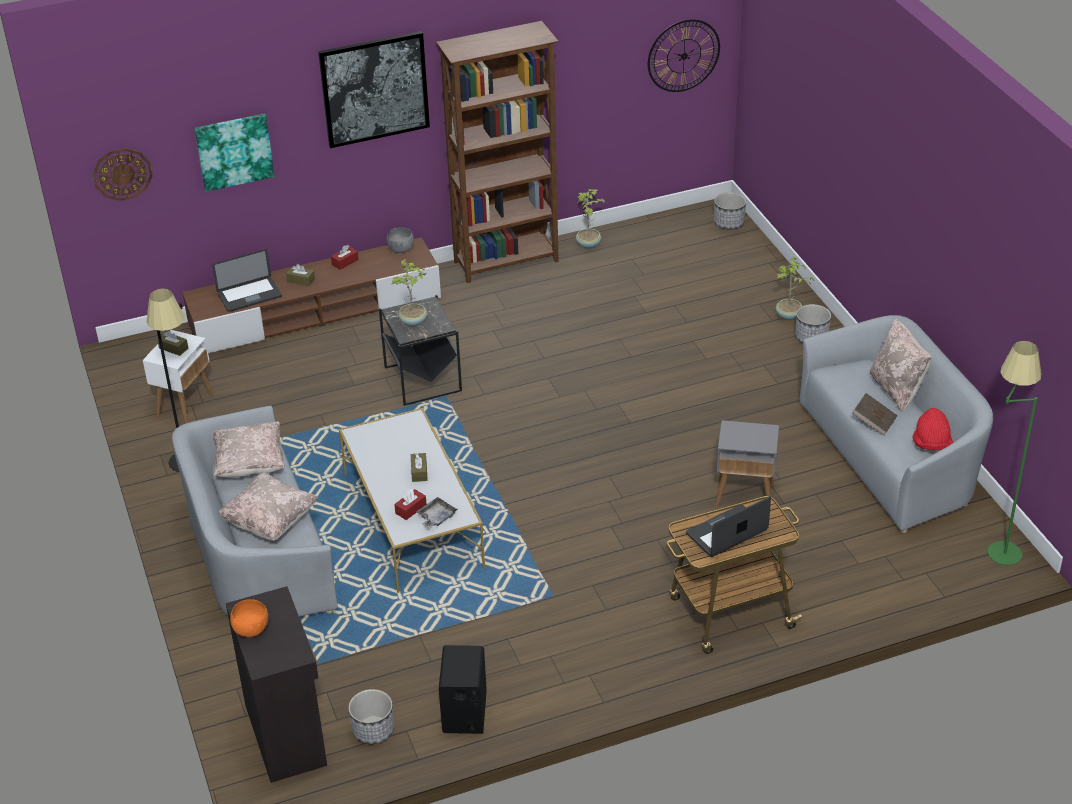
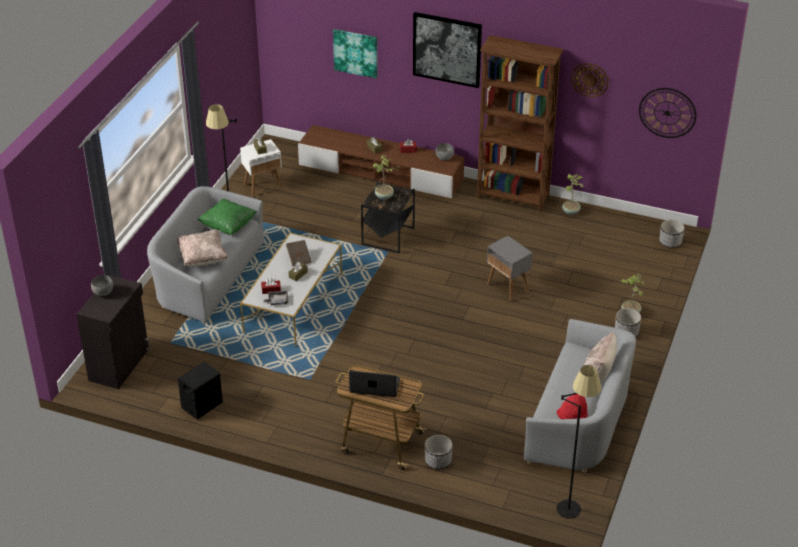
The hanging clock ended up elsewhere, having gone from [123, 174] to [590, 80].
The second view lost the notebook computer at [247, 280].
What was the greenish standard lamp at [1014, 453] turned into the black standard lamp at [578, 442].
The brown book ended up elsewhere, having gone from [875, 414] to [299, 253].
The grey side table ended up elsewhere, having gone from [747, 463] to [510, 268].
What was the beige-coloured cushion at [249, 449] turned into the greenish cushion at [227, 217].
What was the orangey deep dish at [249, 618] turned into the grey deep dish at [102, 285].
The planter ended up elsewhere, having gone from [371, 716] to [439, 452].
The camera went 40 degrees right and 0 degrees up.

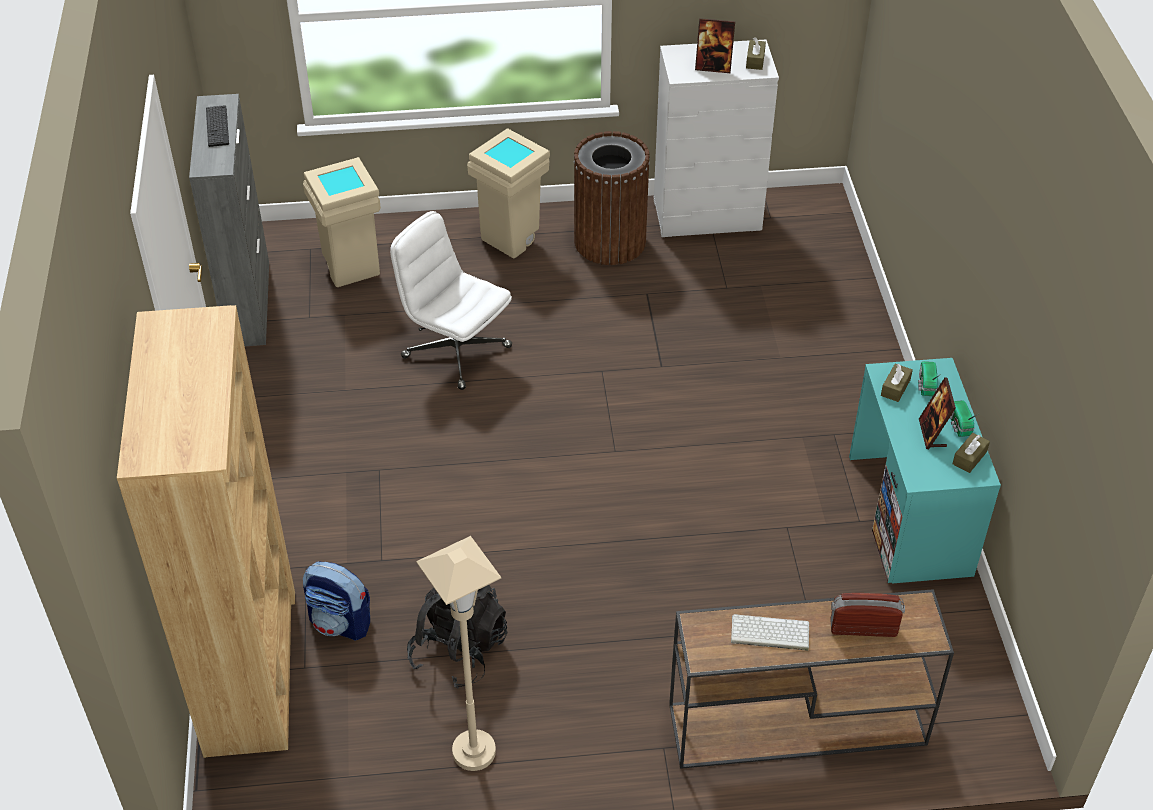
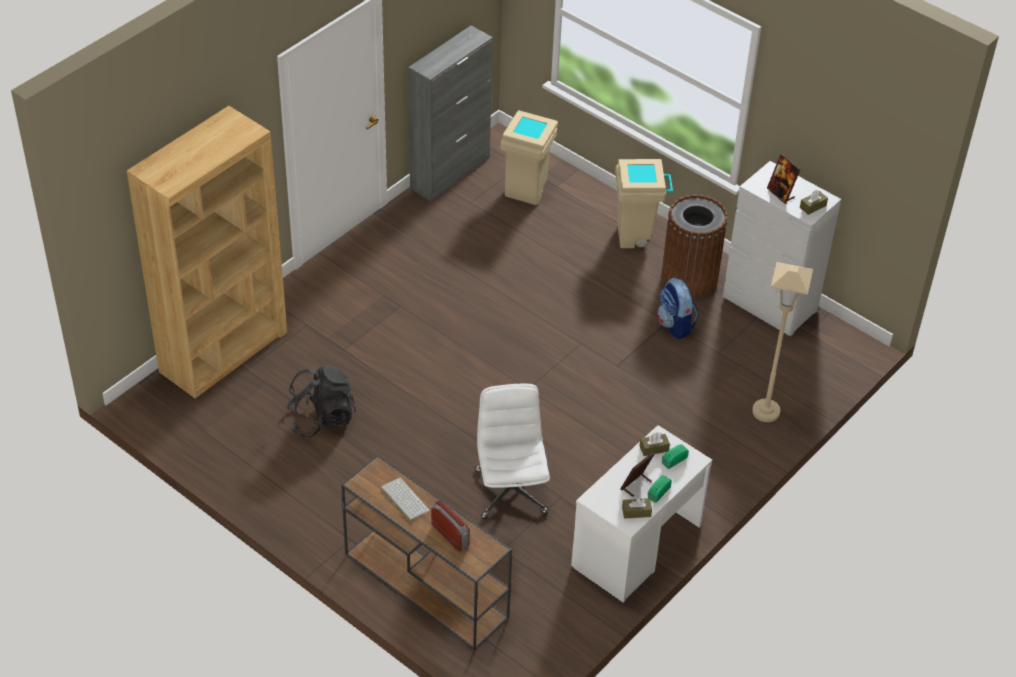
The second view lost the keyboard at [217, 126].
The whitish office chair ended up elsewhere, having gone from [451, 300] to [512, 451].
What was the turquoise-coloured desk table at [925, 471] turned into the whitish desk table at [641, 514].
The beige-coloured standard lamp ended up elsewhere, having gone from [458, 653] to [782, 342].
The knapsack ended up elsewhere, having gone from [336, 600] to [678, 308].
The camera went 45 degrees right and 0 degrees up.

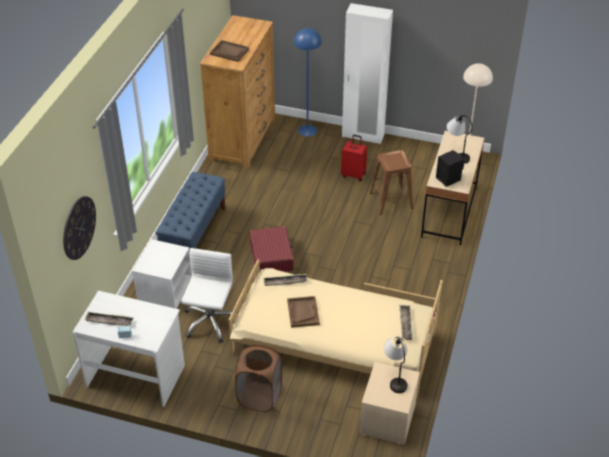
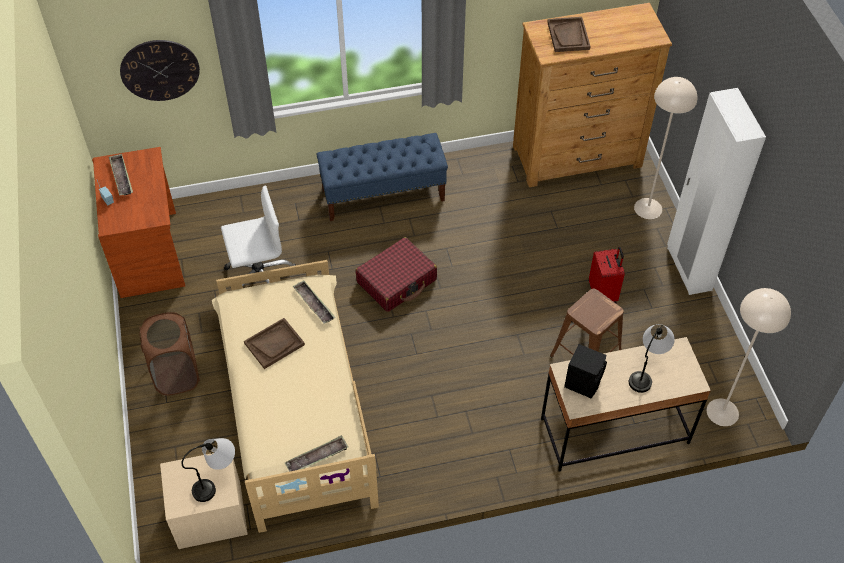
What was the blue standard lamp at [308, 82] turned into the beige-coloured standard lamp at [665, 148].
The second view lost the whitish night table at [162, 274].
What was the whitish desk table at [129, 349] turned into the brown desk table at [138, 222].
The camera went 60 degrees right and 10 degrees up.

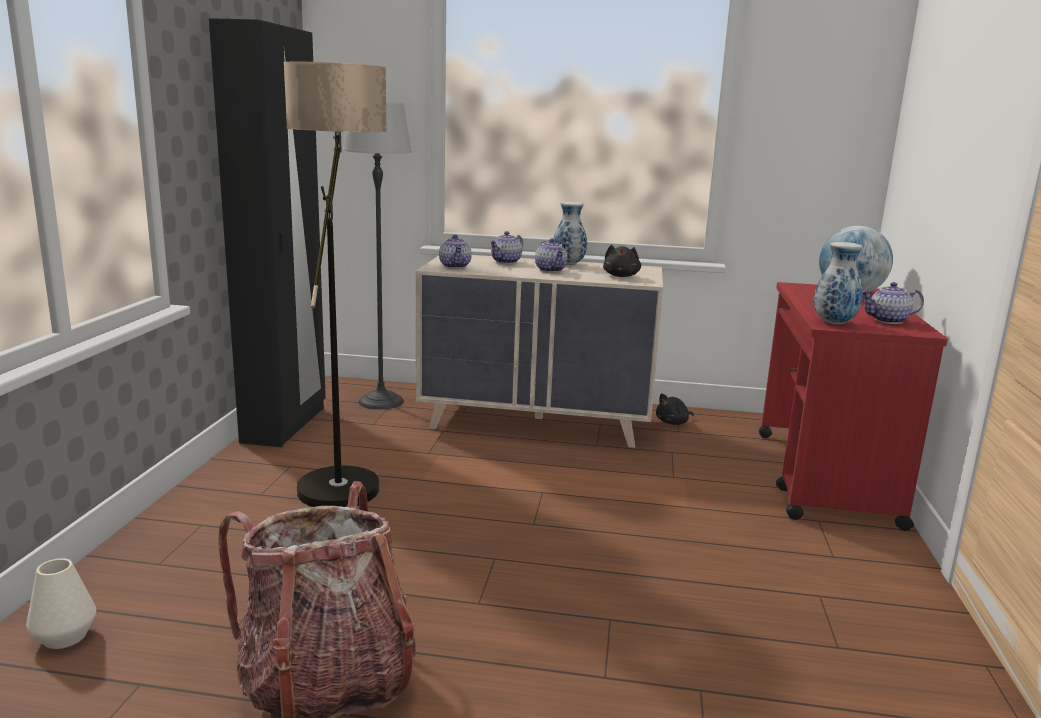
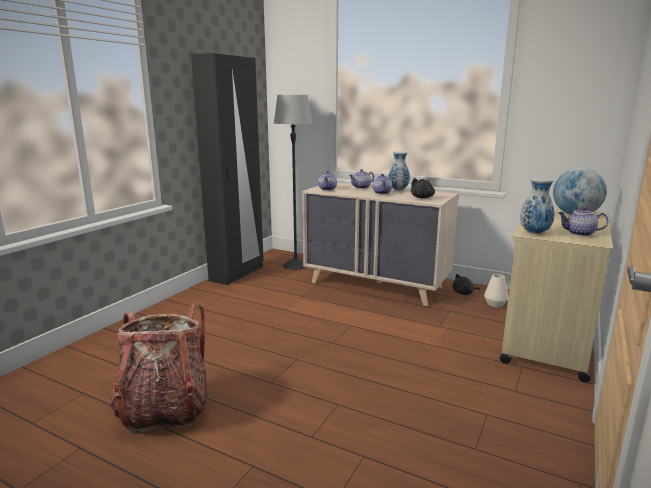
The second view lost the standard lamp at [335, 284].
What was the reddish trolley at [853, 406] turned into the beige-coloured trolley at [556, 294].
The whitish decorative vase ended up elsewhere, having gone from [61, 603] to [496, 291].
The camera went 20 degrees right and 0 degrees up.

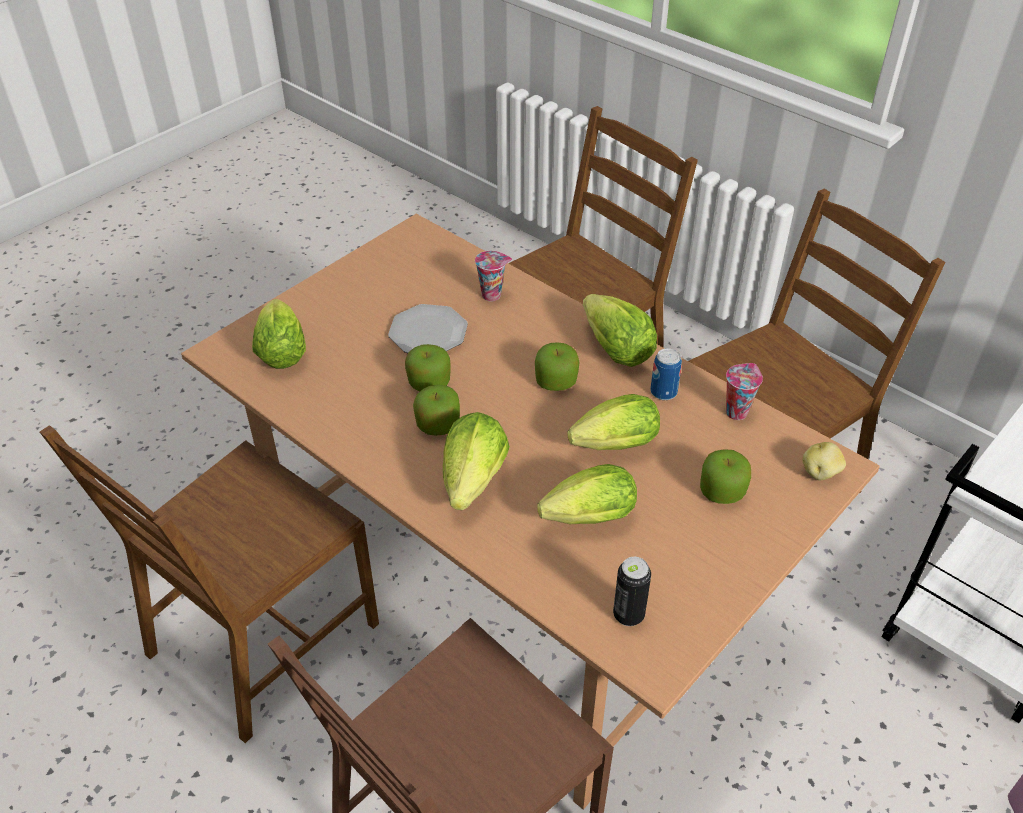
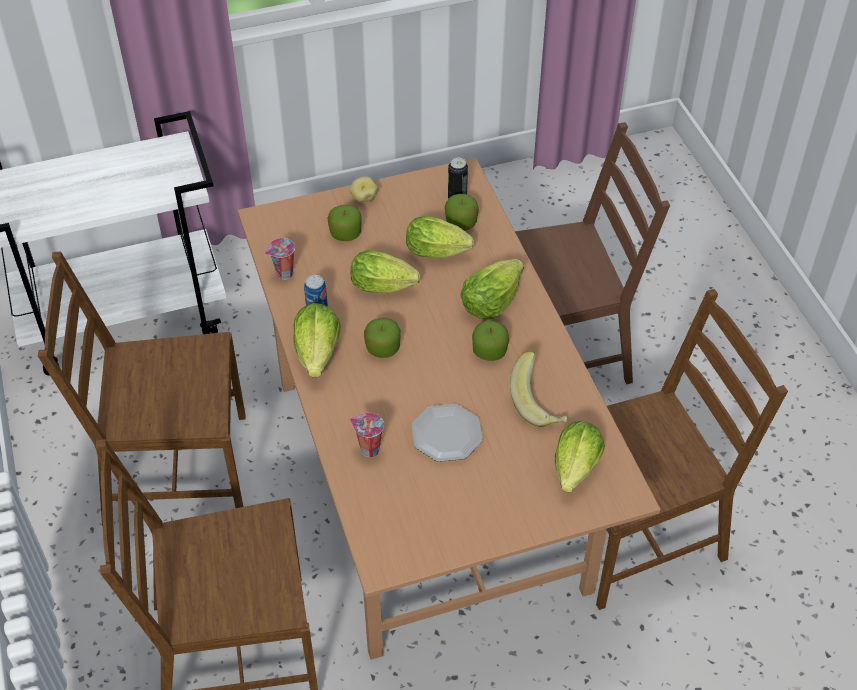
The whole apple ended up elsewhere, having gone from [428, 367] to [462, 212].
The spud ended up elsewhere, having gone from [824, 461] to [363, 189].
The second view gained the banana fruit at [538, 389].
The camera went 150 degrees left and 5 degrees up.

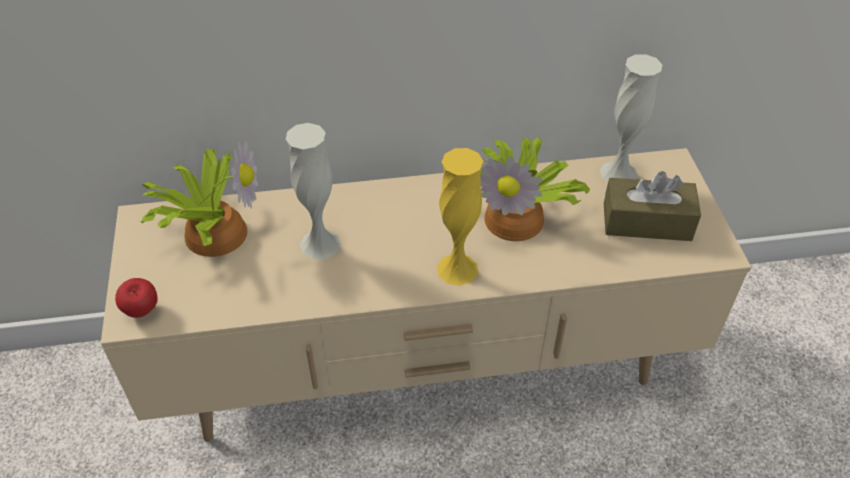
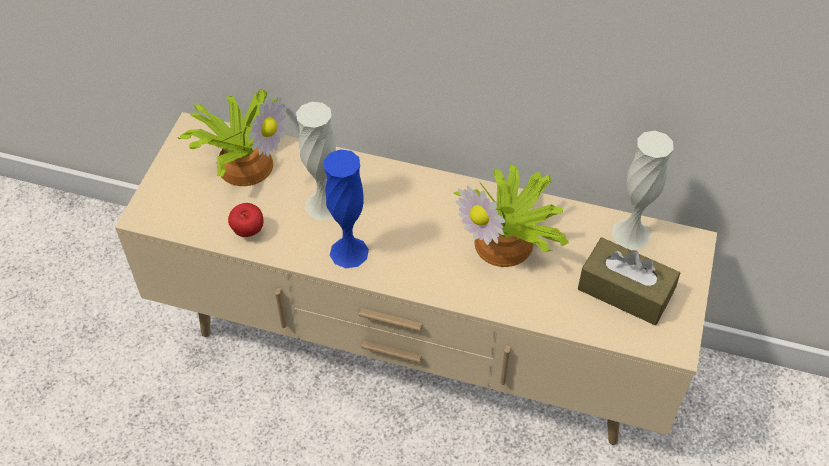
The second view lost the yellowish decorative vase at [460, 217].
The whole apple ended up elsewhere, having gone from [136, 298] to [245, 220].
The second view gained the blue decorative vase at [346, 208].
The camera went 25 degrees right and 5 degrees up.

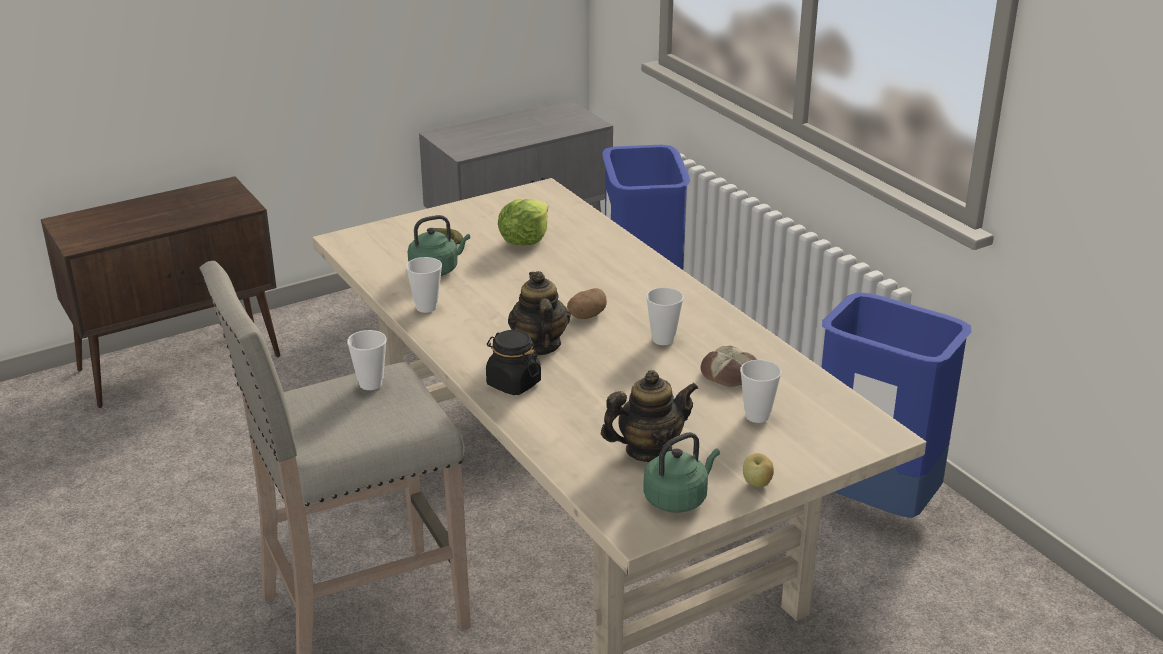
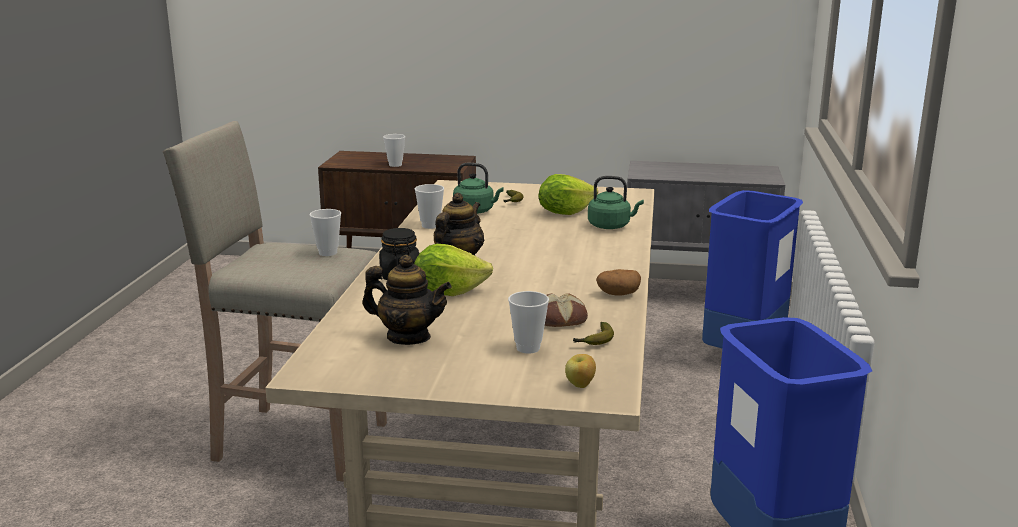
The small cup ended up elsewhere, having gone from [665, 316] to [394, 150].
The spud ended up elsewhere, having gone from [587, 303] to [618, 282].
The greenish water kettle ended up elsewhere, having gone from [681, 472] to [616, 202].
The whole apple ended up elsewhere, having gone from [758, 470] to [580, 371].
The second view gained the lettuce head at [453, 270].
The second view gained the banana fruit at [593, 333].
The camera went 40 degrees right and 10 degrees down.

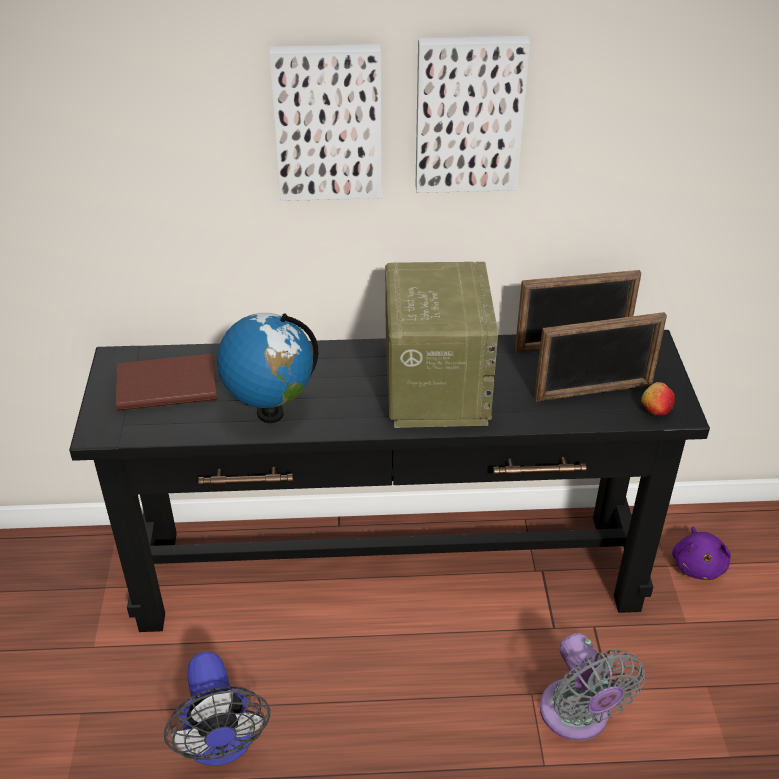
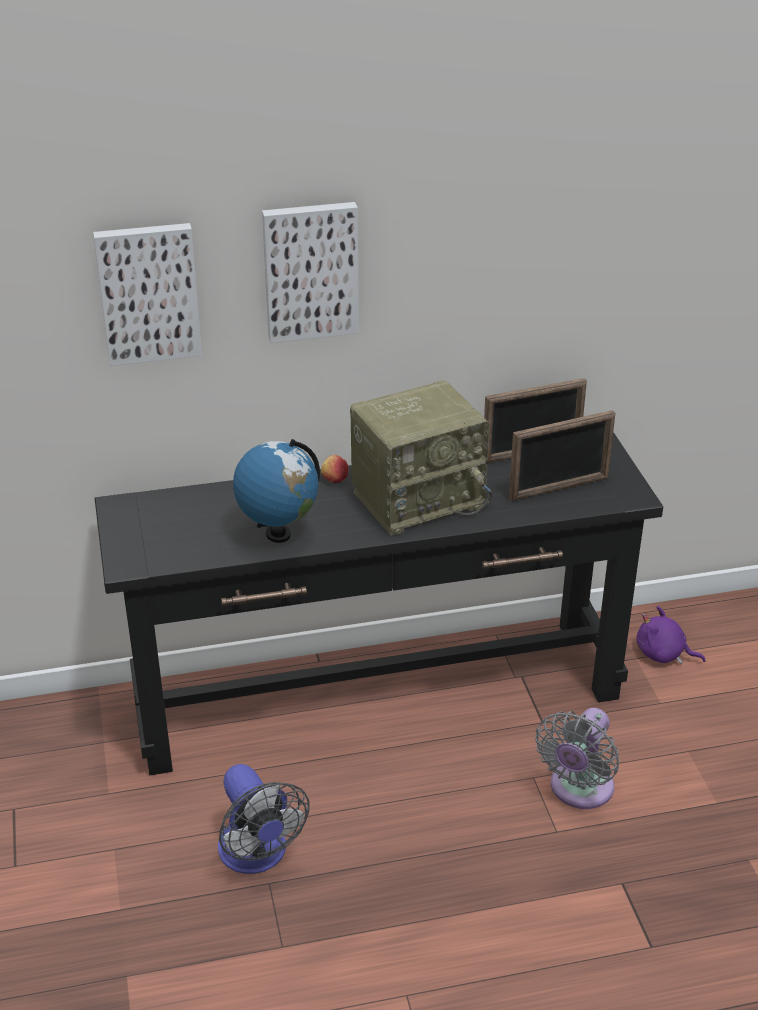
The wall picture ended up elsewhere, having gone from [472, 114] to [147, 294].
The radio at [441, 345] ended up facing another way, 75 degrees clockwise from before.
The second view lost the brown book at [166, 382].
The whole apple ended up elsewhere, having gone from [658, 399] to [334, 469].
The purple plush toy at [701, 553] ended up facing another way, 120 degrees clockwise from before.
The grey fan at [592, 687] ended up facing another way, 60 degrees clockwise from before.
The camera went 10 degrees left and 5 degrees down.

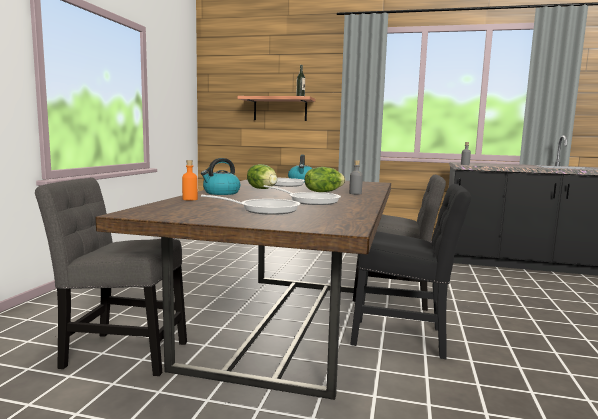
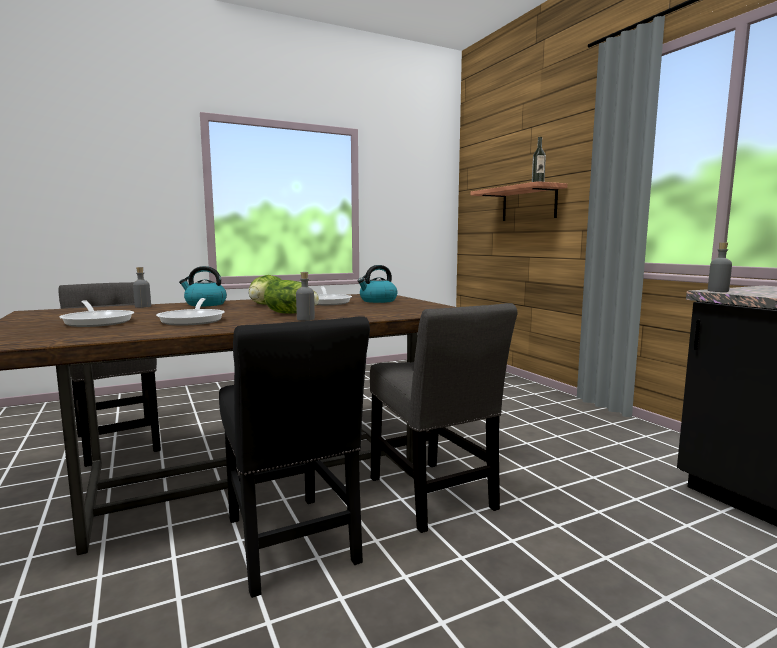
What was the orangey drink bottle at [190, 180] turned into the grey drink bottle at [142, 287].
The camera went 50 degrees right and 0 degrees up.

